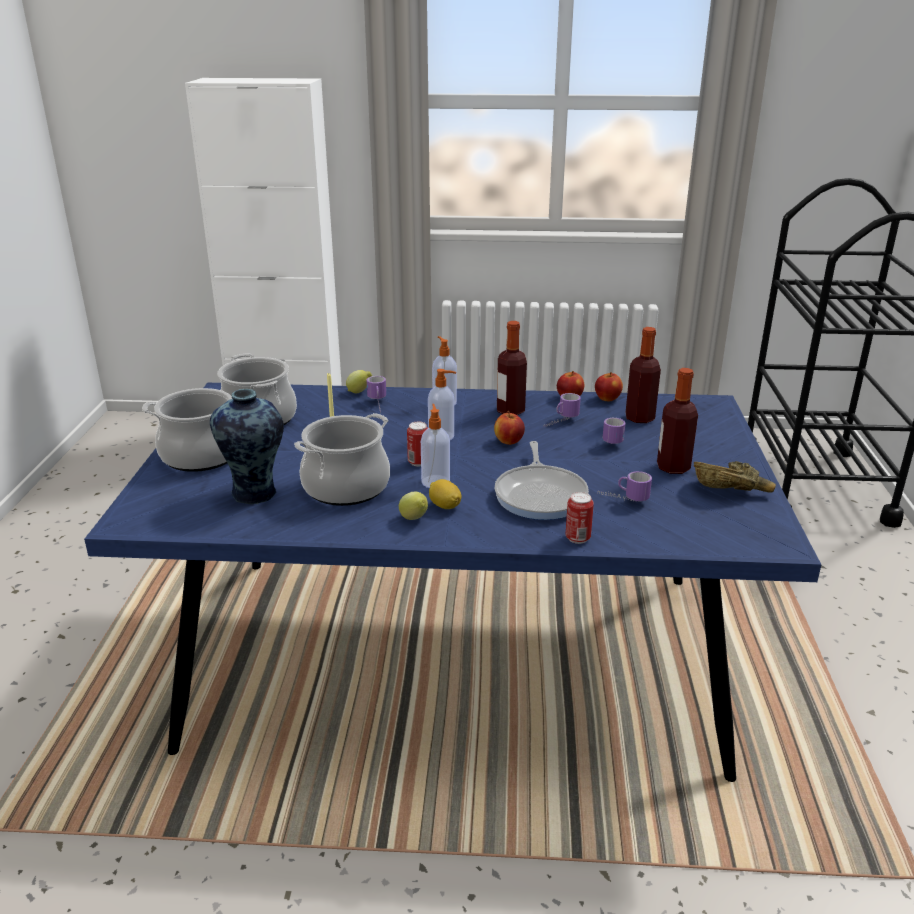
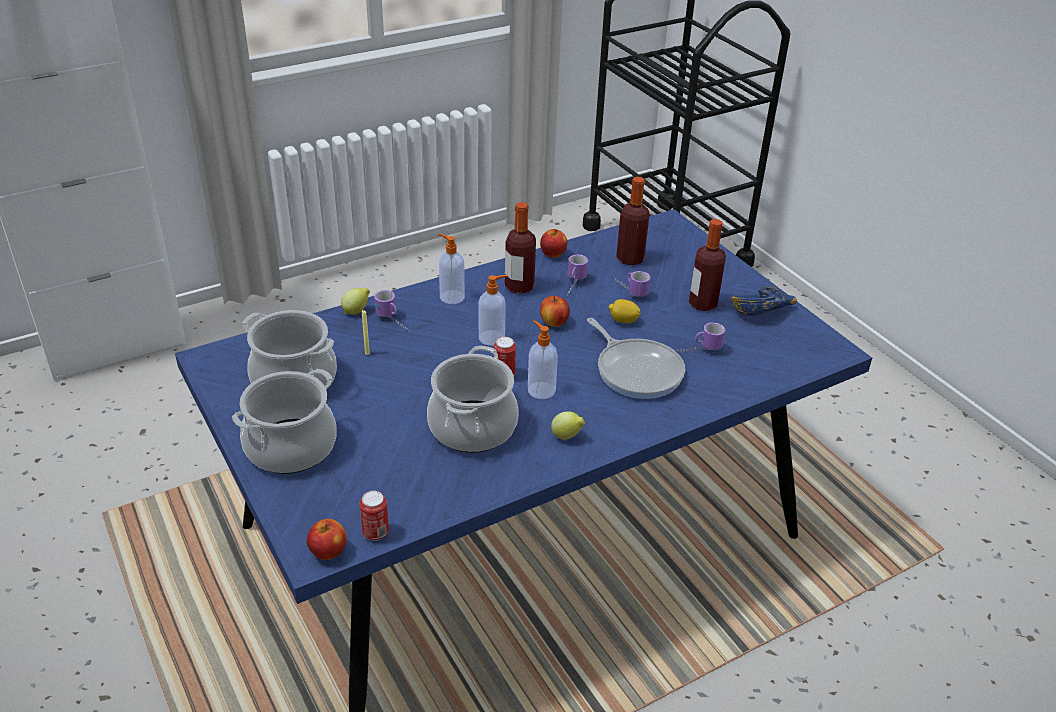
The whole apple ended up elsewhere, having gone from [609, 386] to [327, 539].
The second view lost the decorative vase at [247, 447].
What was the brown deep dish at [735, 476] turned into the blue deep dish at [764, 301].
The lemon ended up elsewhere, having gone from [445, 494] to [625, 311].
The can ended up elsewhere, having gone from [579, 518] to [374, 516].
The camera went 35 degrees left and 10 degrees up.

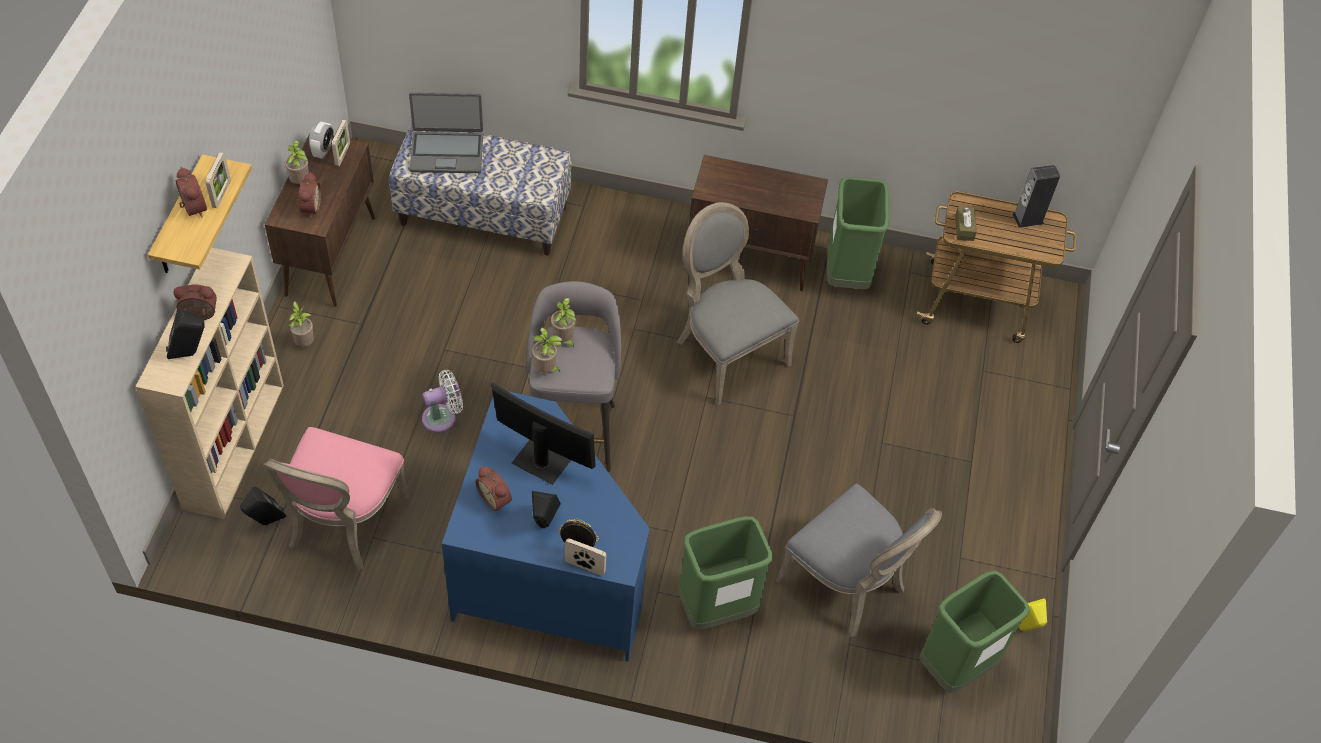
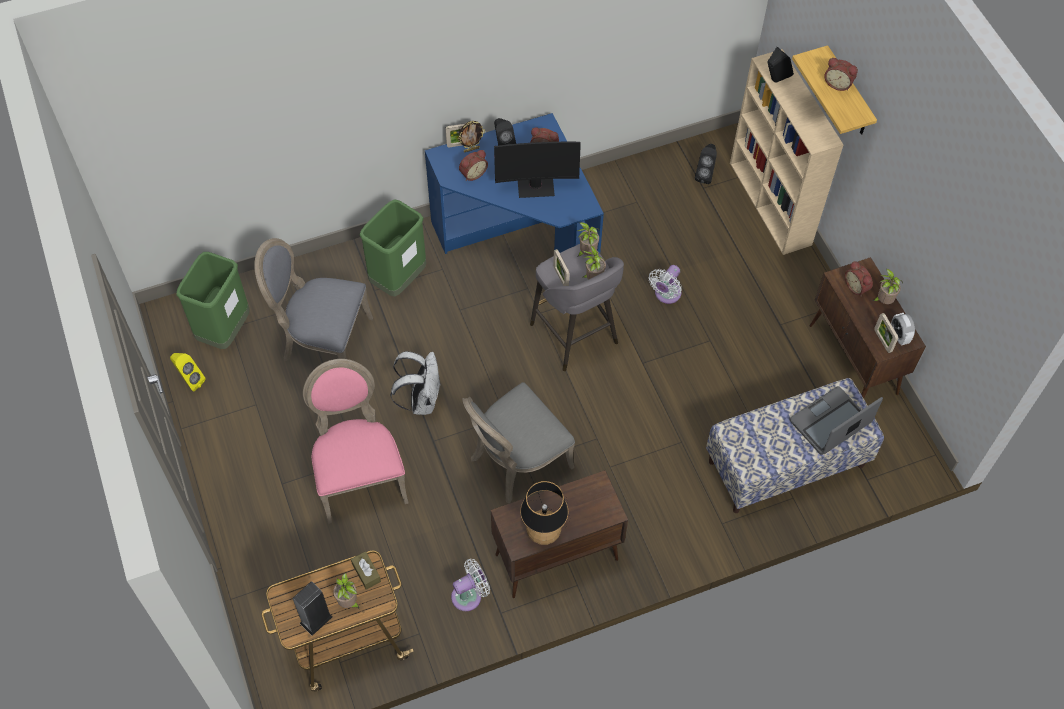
The photo frame ended up elsewhere, having gone from [218, 180] to [561, 267].
Where the greenish waste bin stood at [858, 233], the whitish fan came to stand at [470, 585].
The grey upright chair at [737, 303] ended up facing another way, 120 degrees clockwise from before.
The table clock ended up elsewhere, having gone from [195, 302] to [473, 165].
The houseplant ended up elsewhere, having gone from [301, 324] to [346, 590].
The pinkish upright chair ended up elsewhere, having gone from [336, 498] to [356, 441].
The second view gained the whitish knapsack at [415, 383].
The second view gained the tabletop lamp at [544, 513].
The camera went 150 degrees right and 5 degrees up.

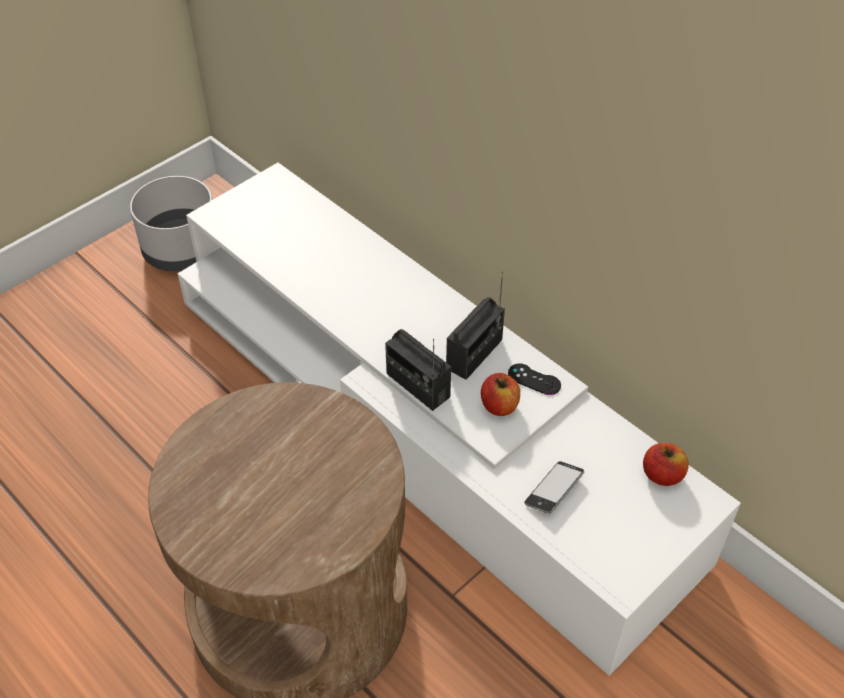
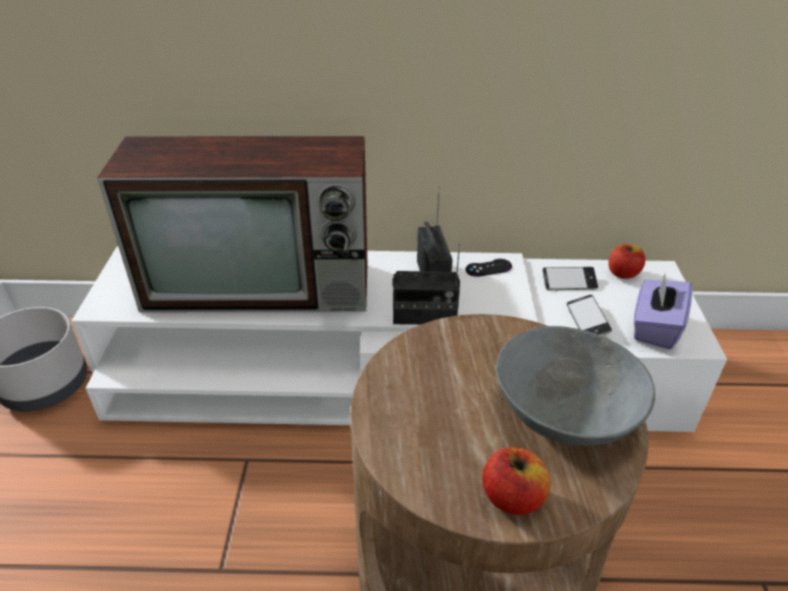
The whole apple ended up elsewhere, having gone from [500, 394] to [516, 481].
The second view gained the TV set at [232, 224].
The second view gained the phone at [570, 278].
The second view gained the purple tissue holder at [663, 311].
The second view gained the grey deep dish at [575, 386].
The camera went 45 degrees left and 10 degrees down.

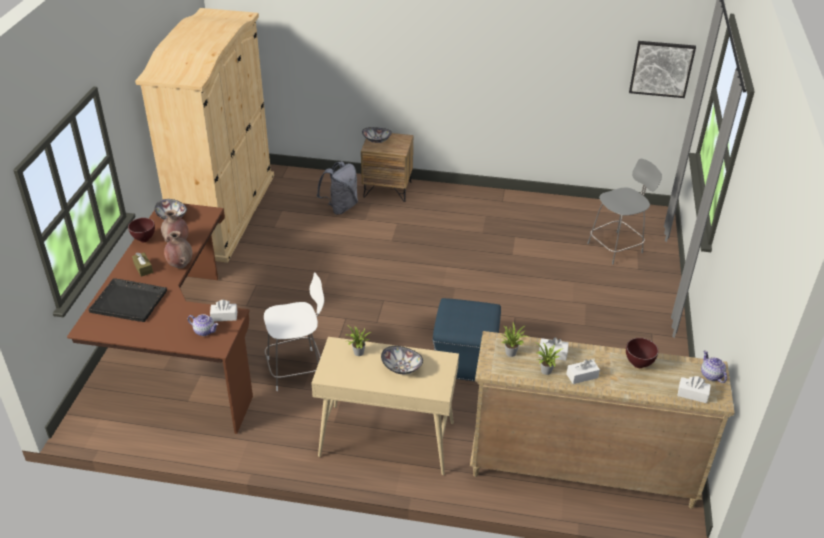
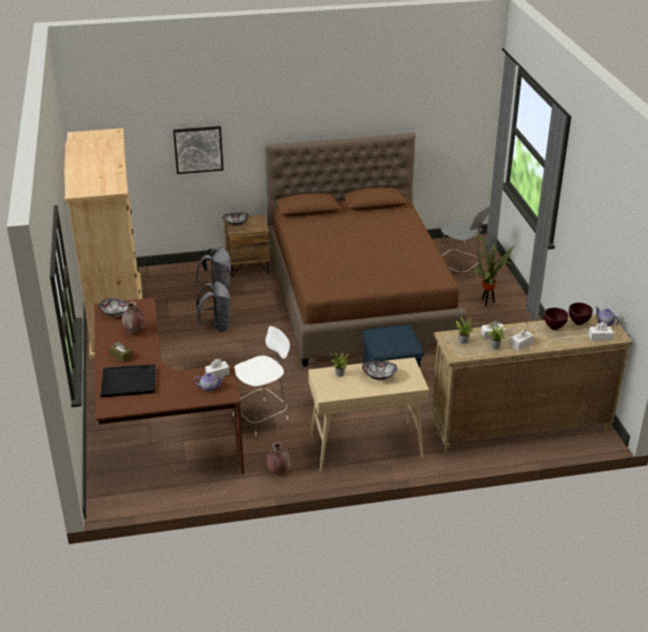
The wall picture ended up elsewhere, having gone from [662, 69] to [198, 150].
The grey upright chair at [624, 212] ended up facing another way, 90 degrees clockwise from before.
The brown deep dish ended up elsewhere, having gone from [141, 230] to [581, 314].
The brown decorative vase ended up elsewhere, having gone from [178, 250] to [278, 458].
The second view gained the brown bedroom bed at [366, 250].
The second view gained the houseplant at [493, 269].
The second view gained the grey knapsack at [213, 307].
The camera went 20 degrees left and 5 degrees down.

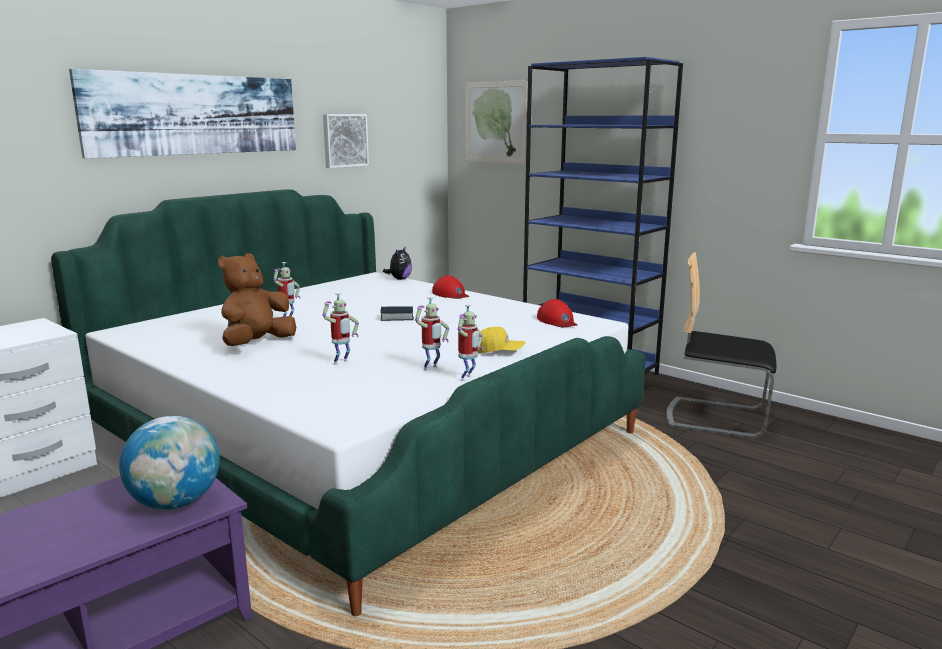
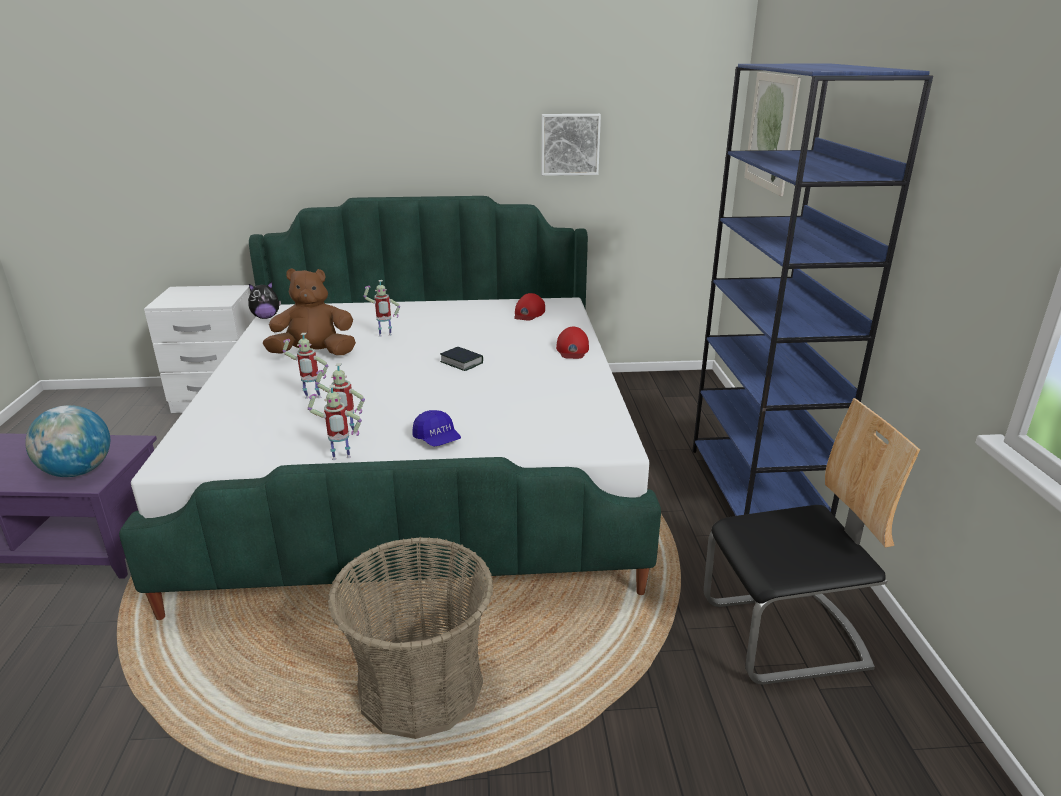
The second view lost the wall picture at [182, 113].
The plush toy ended up elsewhere, having gone from [397, 263] to [264, 300].
The upright chair at [721, 345] ended up facing another way, 105 degrees clockwise from before.
The reddish cap ended up elsewhere, having gone from [557, 313] to [529, 306].
What was the yellowish cap at [501, 340] turned into the blue cap at [436, 428].
The second view gained the storage basket at [411, 638].
The camera went 45 degrees right and 10 degrees up.

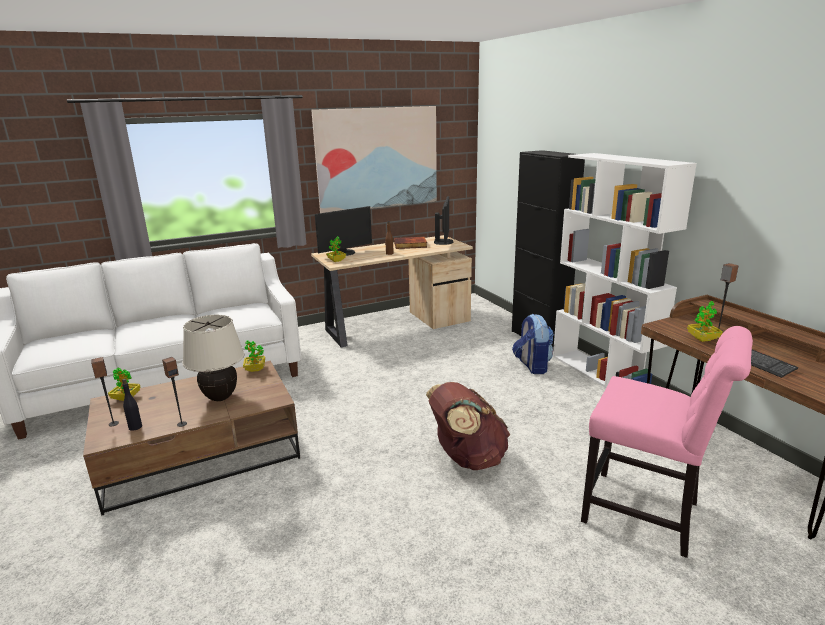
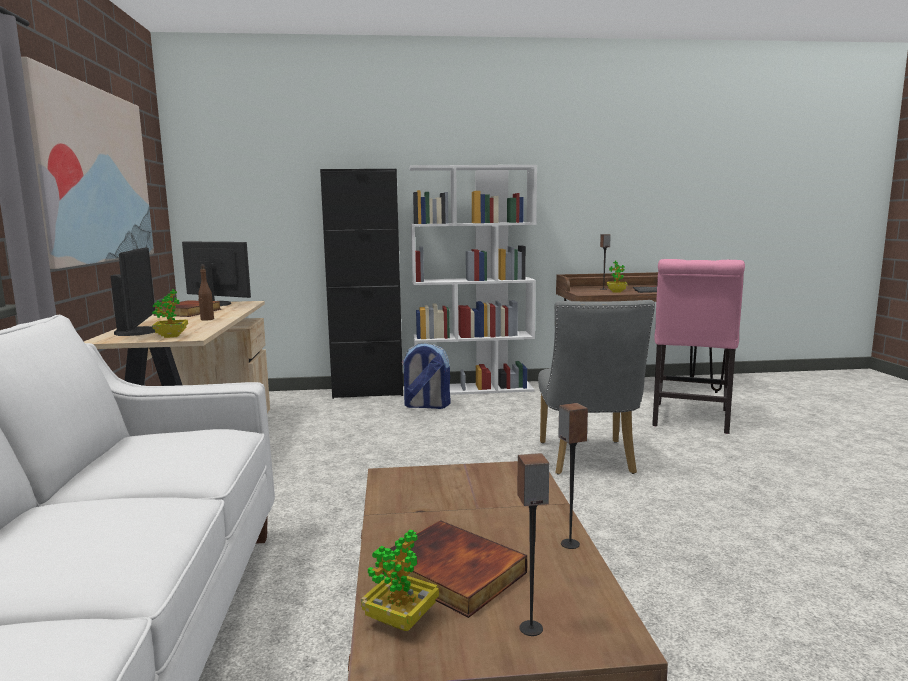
The second view lost the beige-coloured tabletop lamp at [213, 358].
The pinkish upright chair at [667, 442] ended up facing another way, 150 degrees clockwise from before.
The second view lost the houseplant at [254, 356].
The second view lost the black drink bottle at [132, 405].
Where the brown knapsack stood at [468, 426], the grey upright chair came to stand at [596, 387].
The second view gained the book at [454, 569].
The camera went 70 degrees left and 10 degrees down.

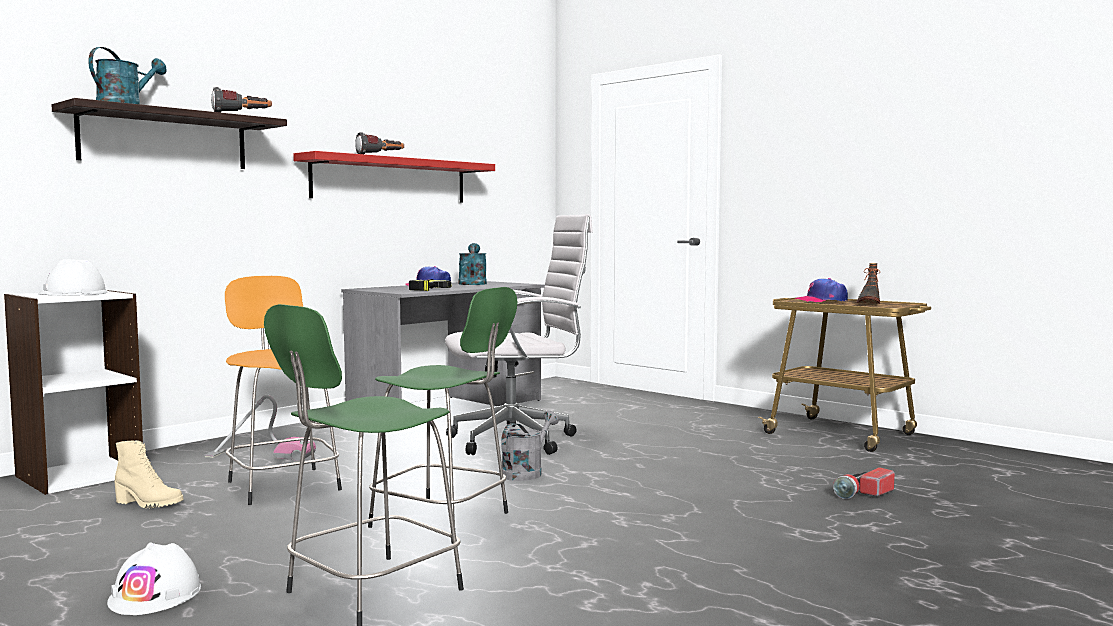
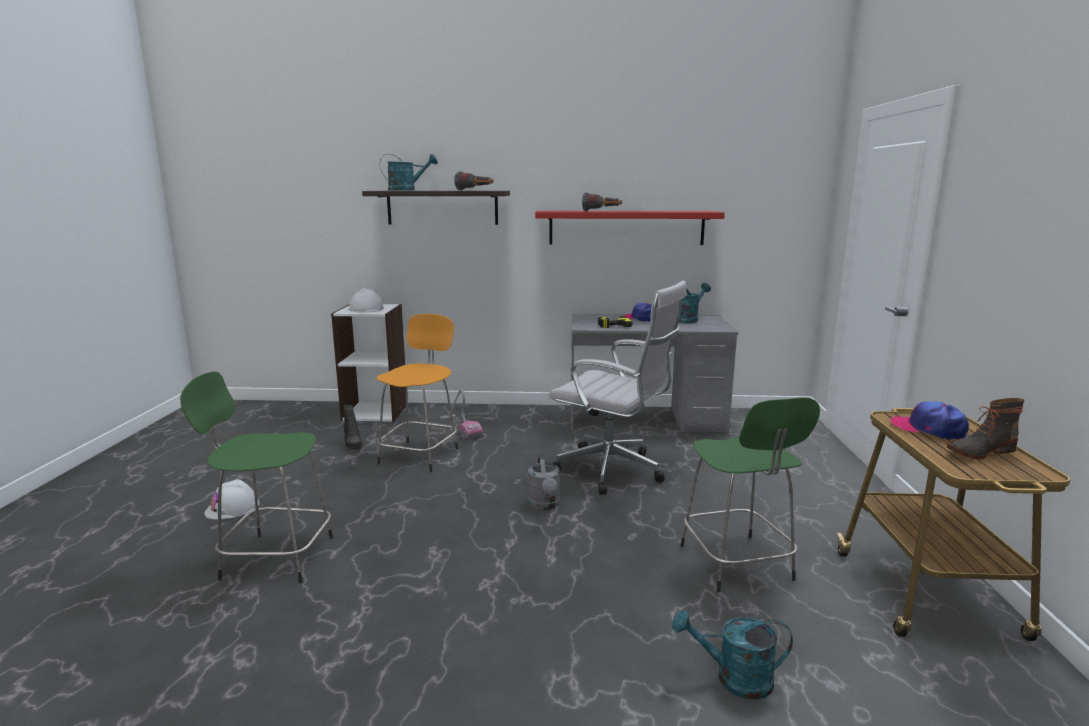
The greenish stool ended up elsewhere, having gone from [443, 415] to [750, 494].
The grey watering can at [530, 445] ended up facing another way, 90 degrees clockwise from before.
What was the beige-coloured high-top boot at [149, 474] turned into the black high-top boot at [353, 427].
Where the torch stood at [864, 483], the turquoise-coloured watering can came to stand at [732, 655].
The camera went 50 degrees right and 10 degrees up.

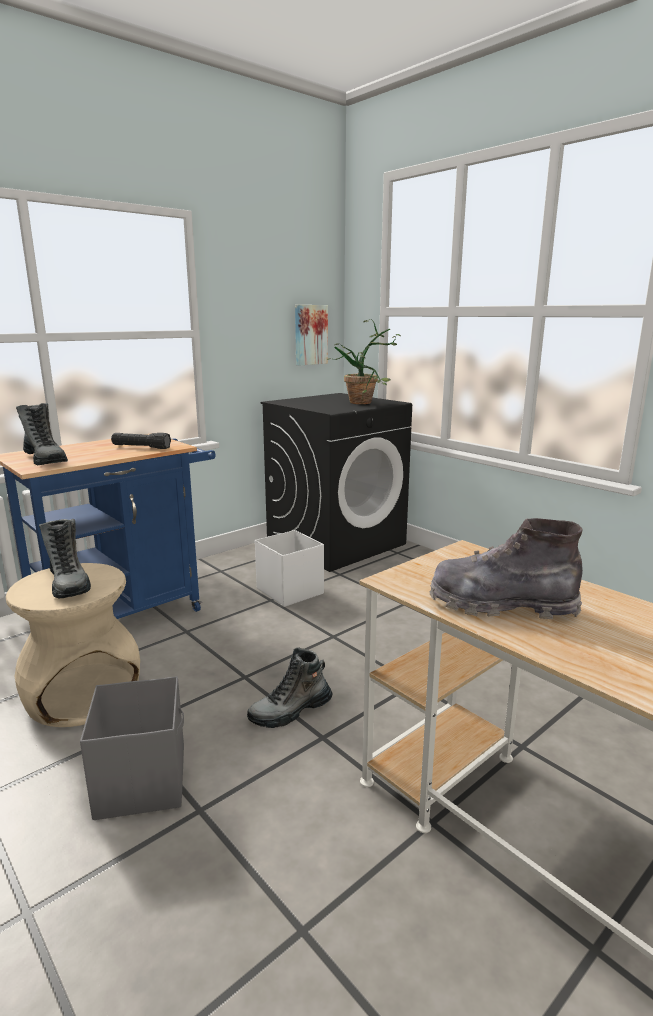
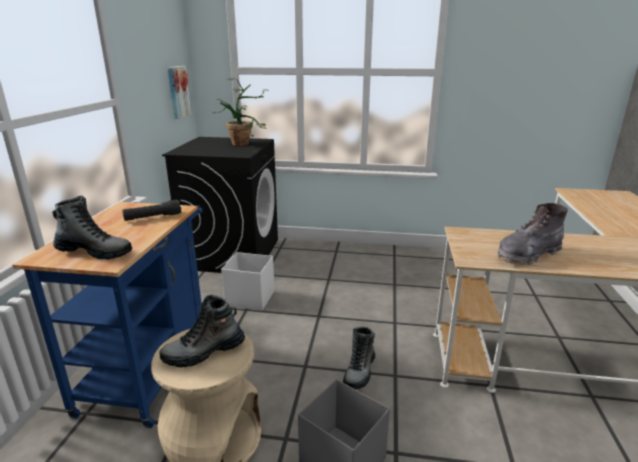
The high-top boot at [65, 559] ended up facing another way, 135 degrees clockwise from before.
The camera went 40 degrees left and 5 degrees up.

